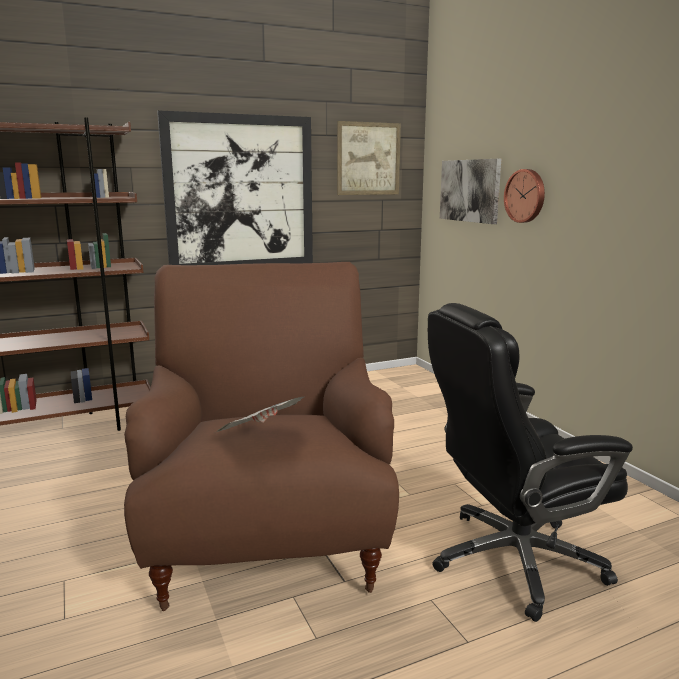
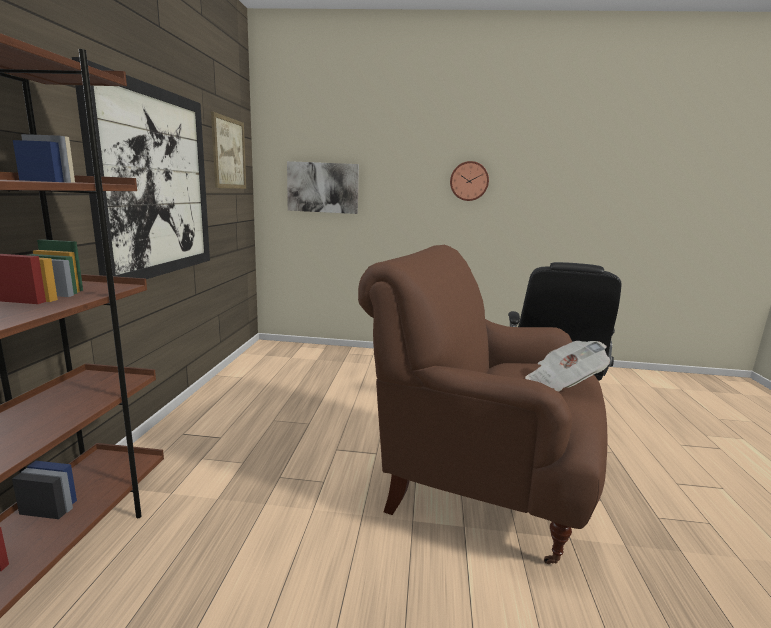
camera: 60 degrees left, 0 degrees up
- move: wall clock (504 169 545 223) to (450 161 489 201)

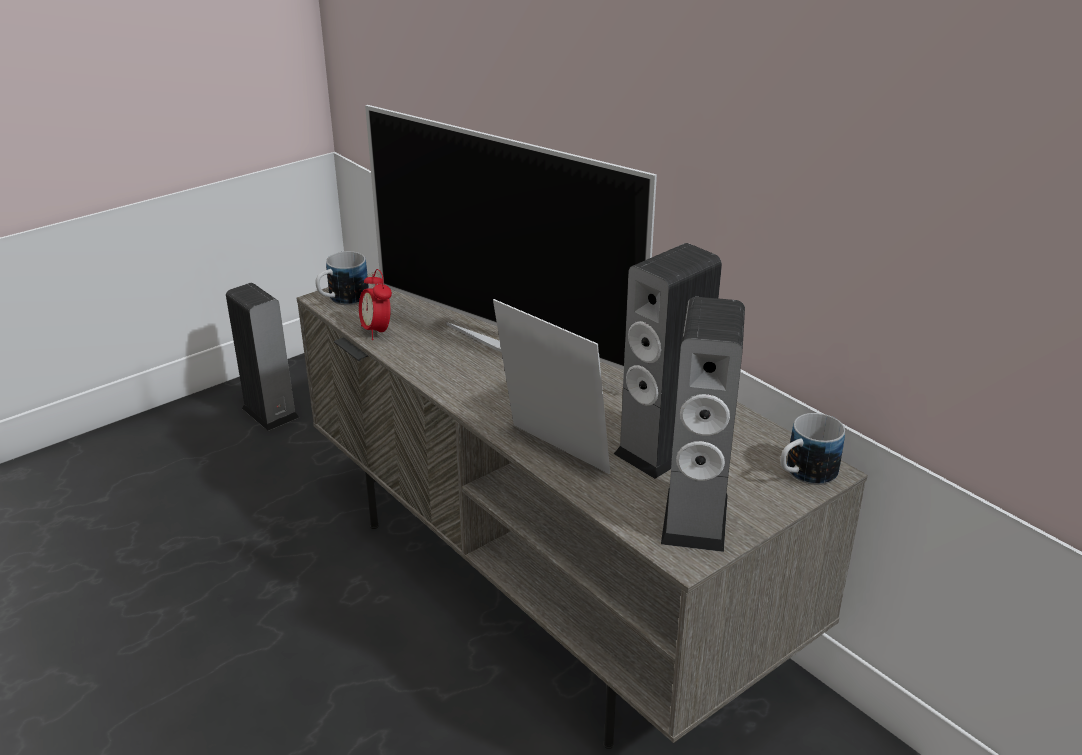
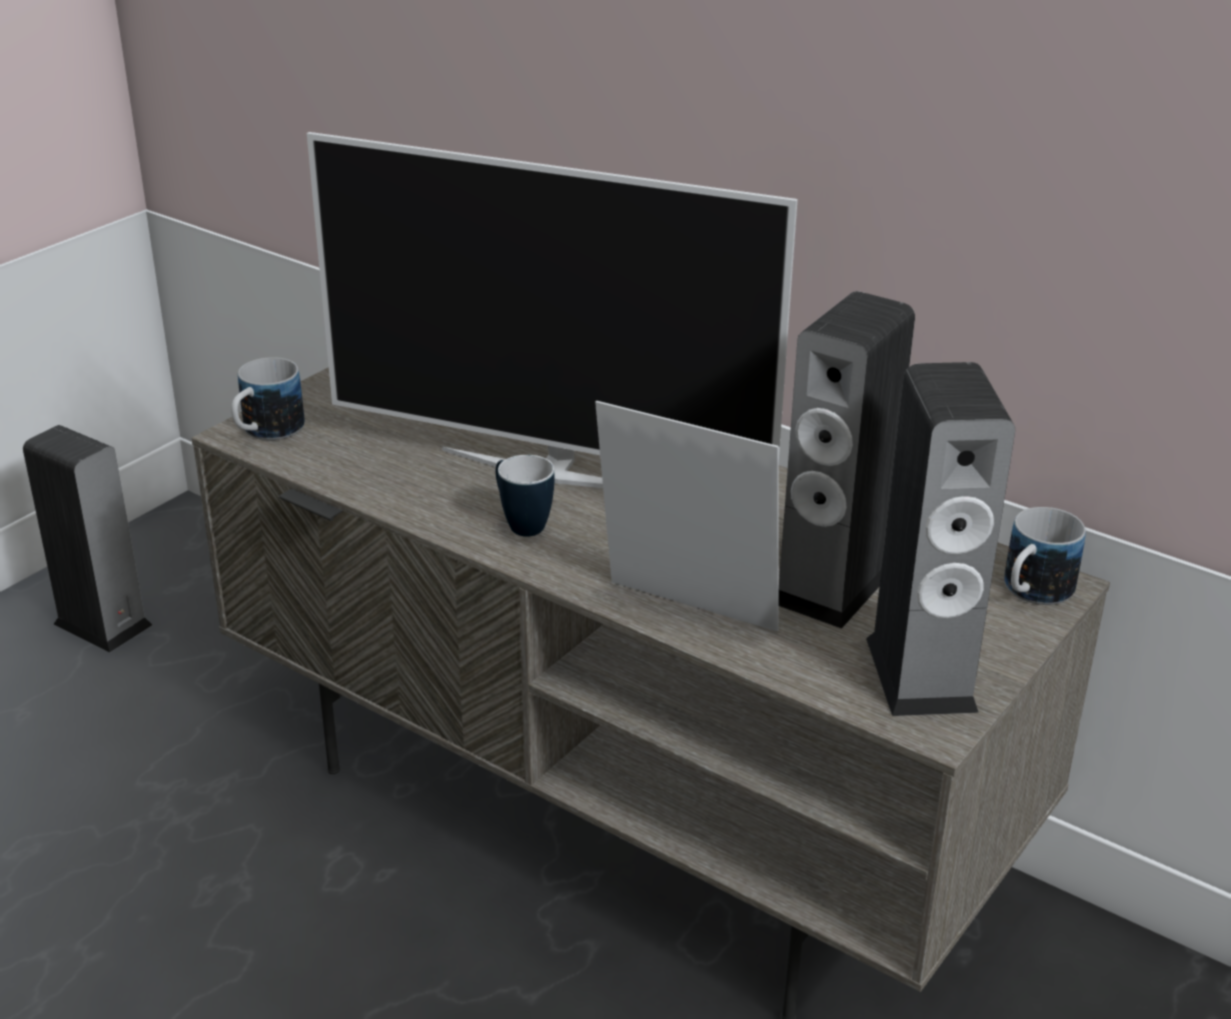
camera: 15 degrees left, 0 degrees up
- delete: alarm clock (359 269 392 340)
- insert: mug (496 455 555 537)

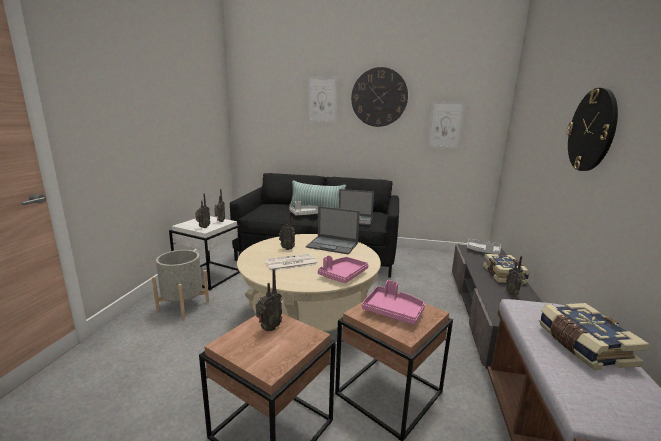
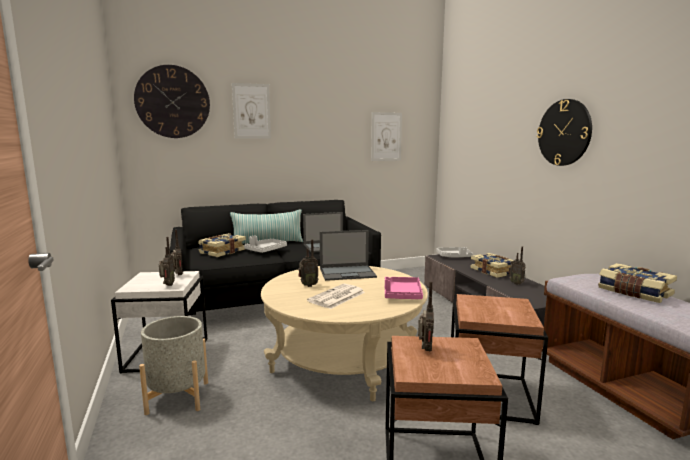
camera: 30 degrees left, 5 degrees down
- move: wall clock (351 67 408 127) to (134 65 210 138)
- delete: tray (pink) (362 280 425 325)
- insert: book (198 233 246 257)

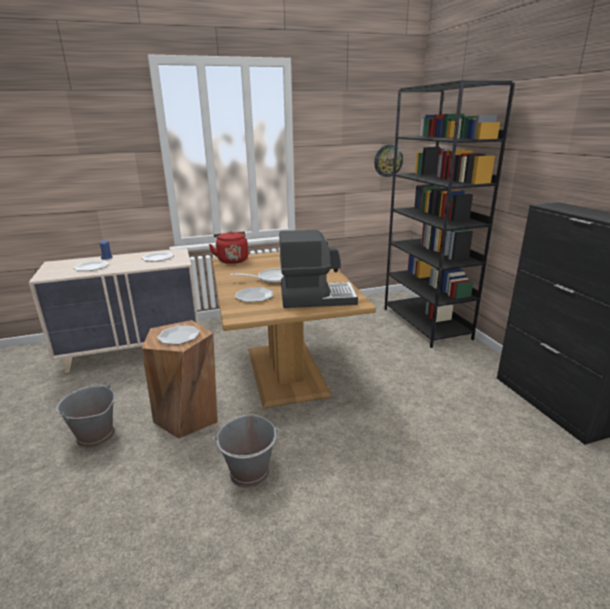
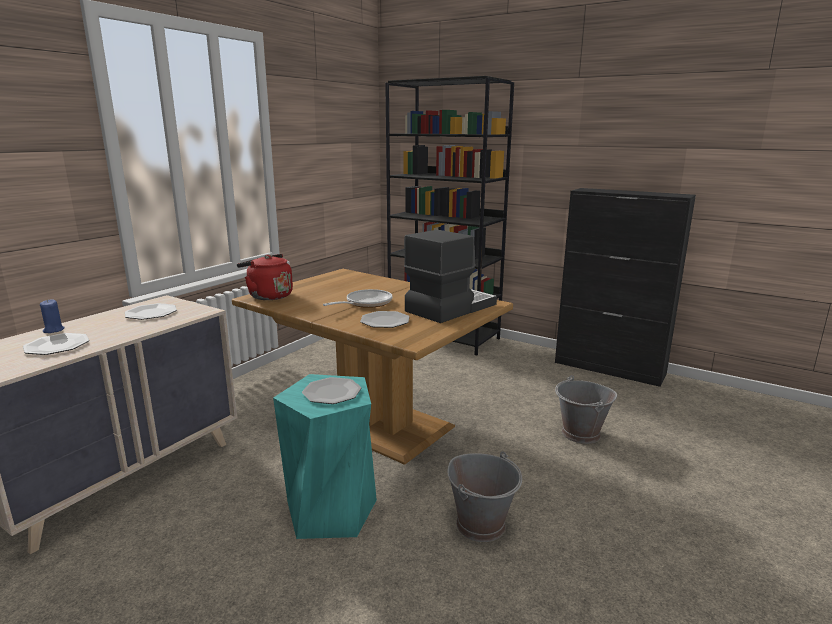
camera: 40 degrees left, 5 degrees down
- delete: wall clock (374 145 403 177)
- recolor: stool (brown) (141 320 218 439) to stool (turquoise) (273 374 377 539)
- move: bucket (grey) (55 383 115 449) to (555 375 617 444)

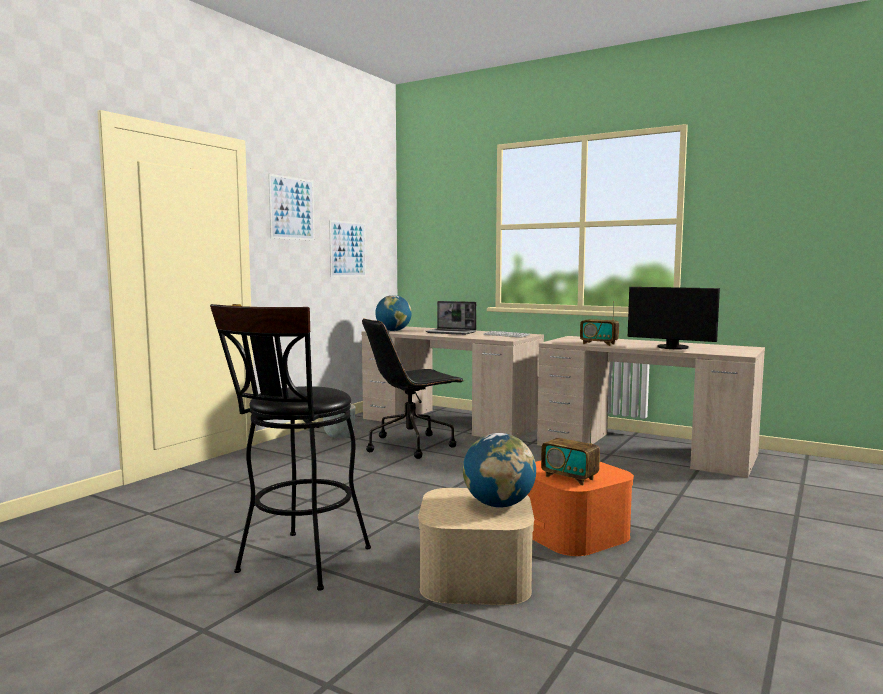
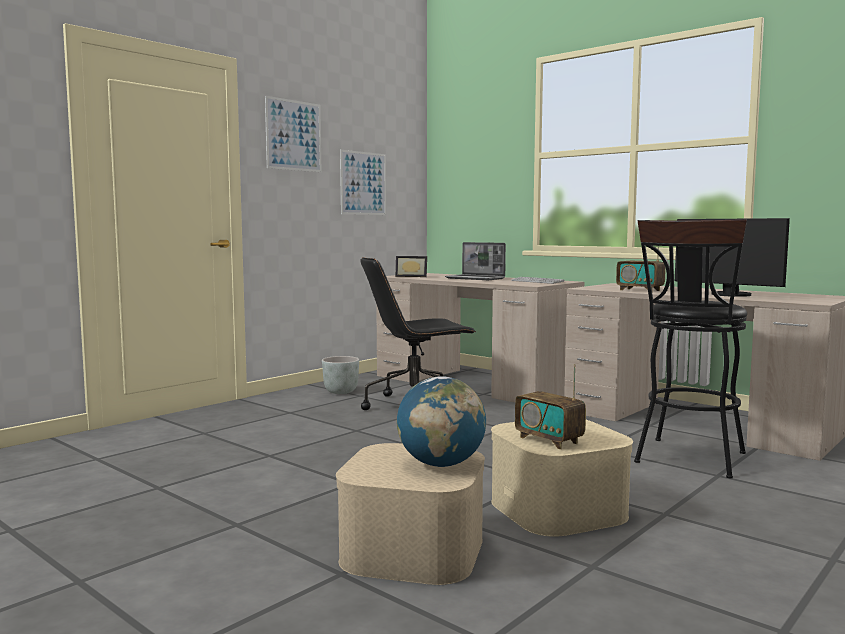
camera: 10 degrees right, 0 degrees up
- replace: globe (375 295 412 331) to picture frame (395 256 427 277)
- move: stool (black) (210 304 371 591) to (634 219 747 478)
- recolor: storage box (orange) (528 461 634 556) to storage box (beige) (491 420 633 537)

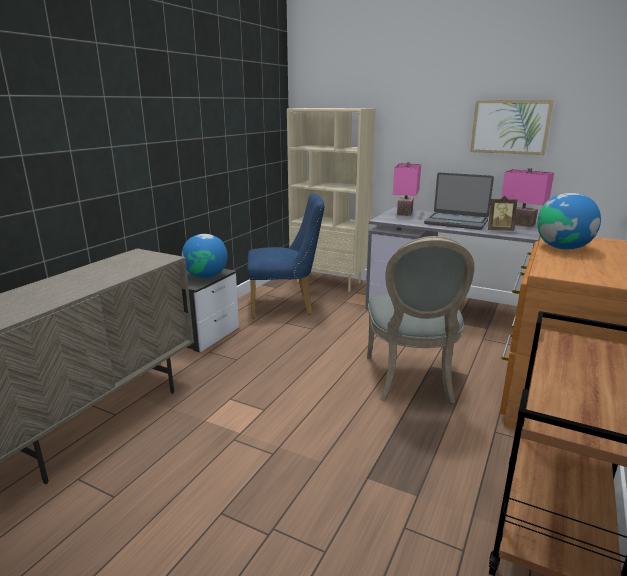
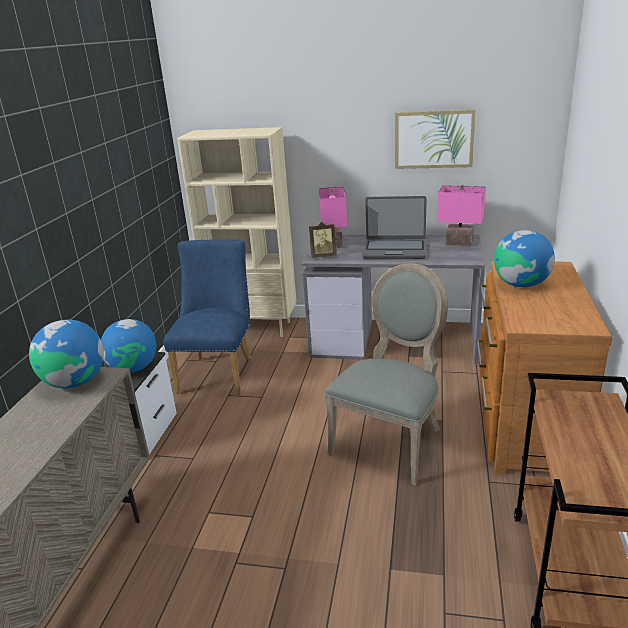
camera: 15 degrees left, 5 degrees up
- rotate: chair (blue) (247 194 325 319) = (163 239 251 395) 60 degrees counterclockwise
- move: picture frame (488 196 518 231) to (309 222 337 258)
- rotate: chair (grey) (367 236 475 403) = (324 263 448 486) 135 degrees counterclockwise
- insert: globe (29 320 104 388)

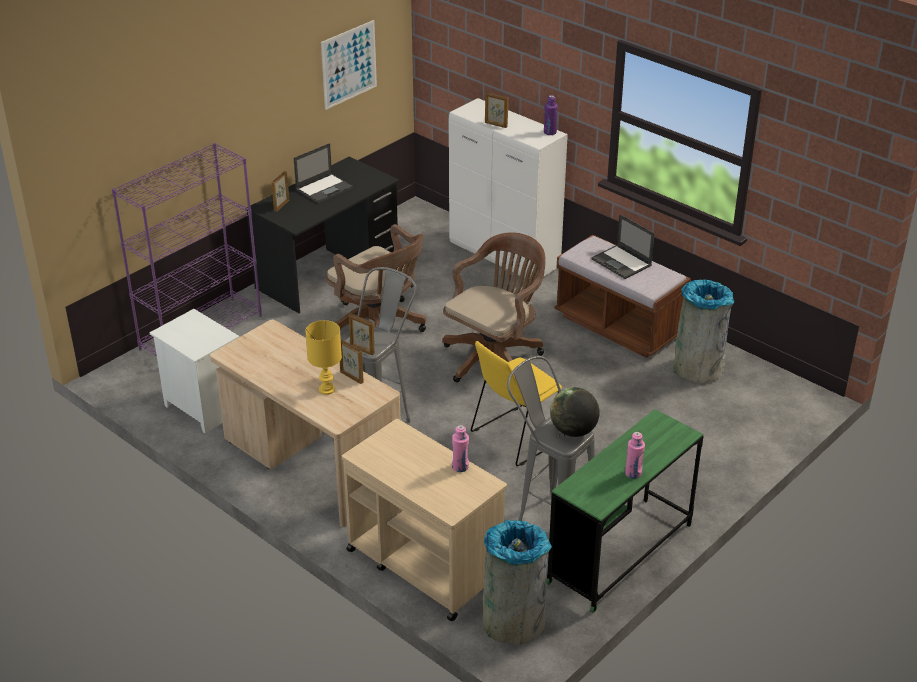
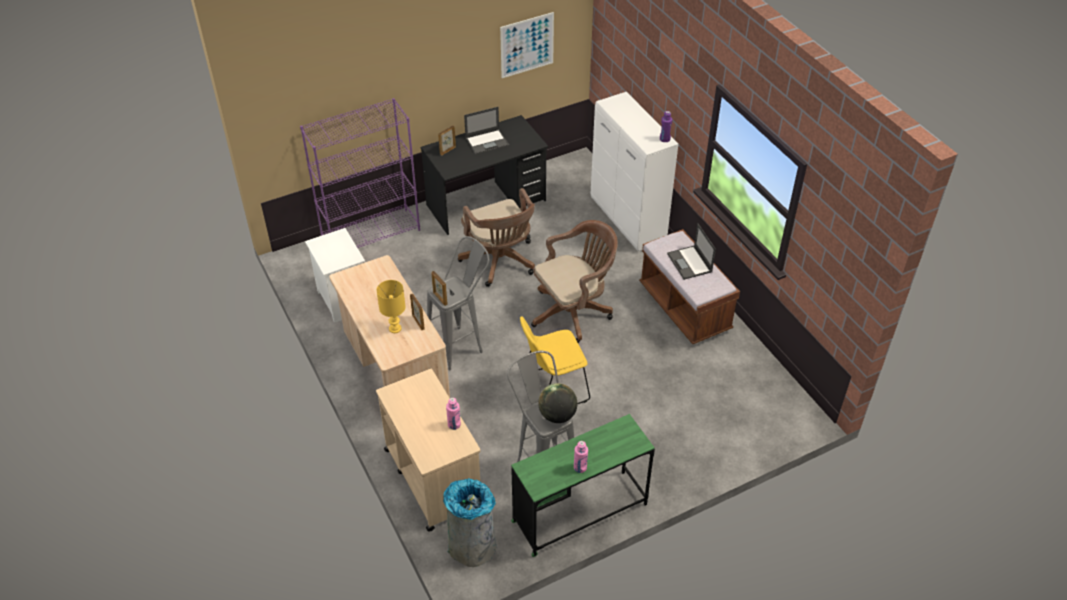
camera: 20 degrees right, 10 degrees up
- delete: picture frame (485 92 508 128)
- delete: trash can (grey) (673 279 734 383)

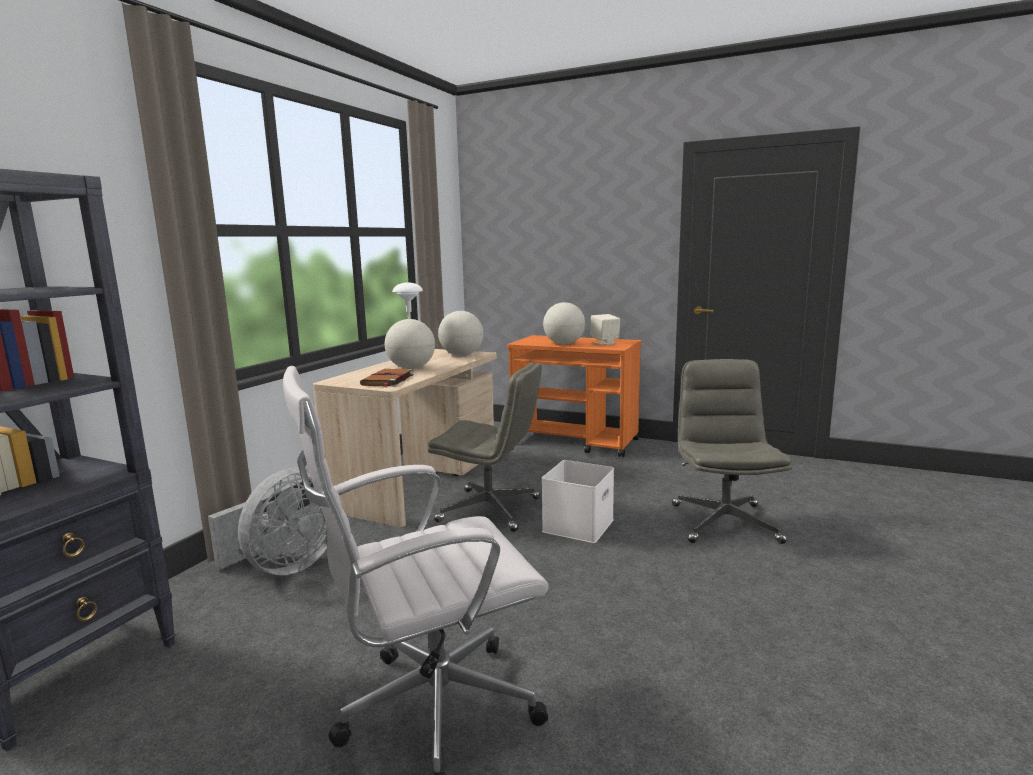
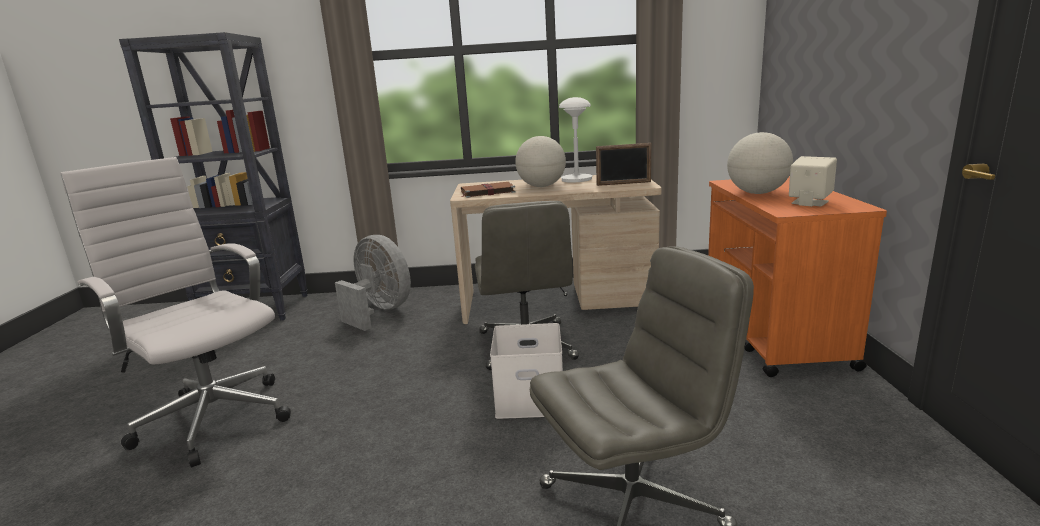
camera: 65 degrees right, 5 degrees up
- replace: globe (438 311 483 356) to picture frame (596 143 651 186)
- rotate: fan (grey) (208 468 327 575) = (335 235 411 331) 150 degrees counterclockwise

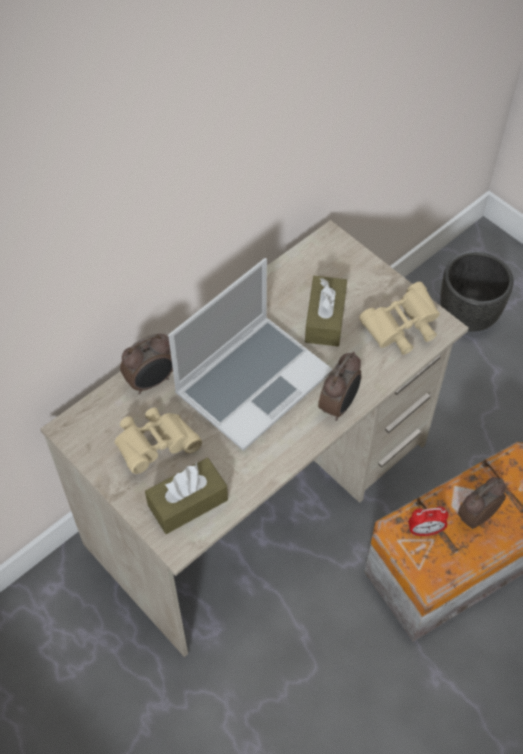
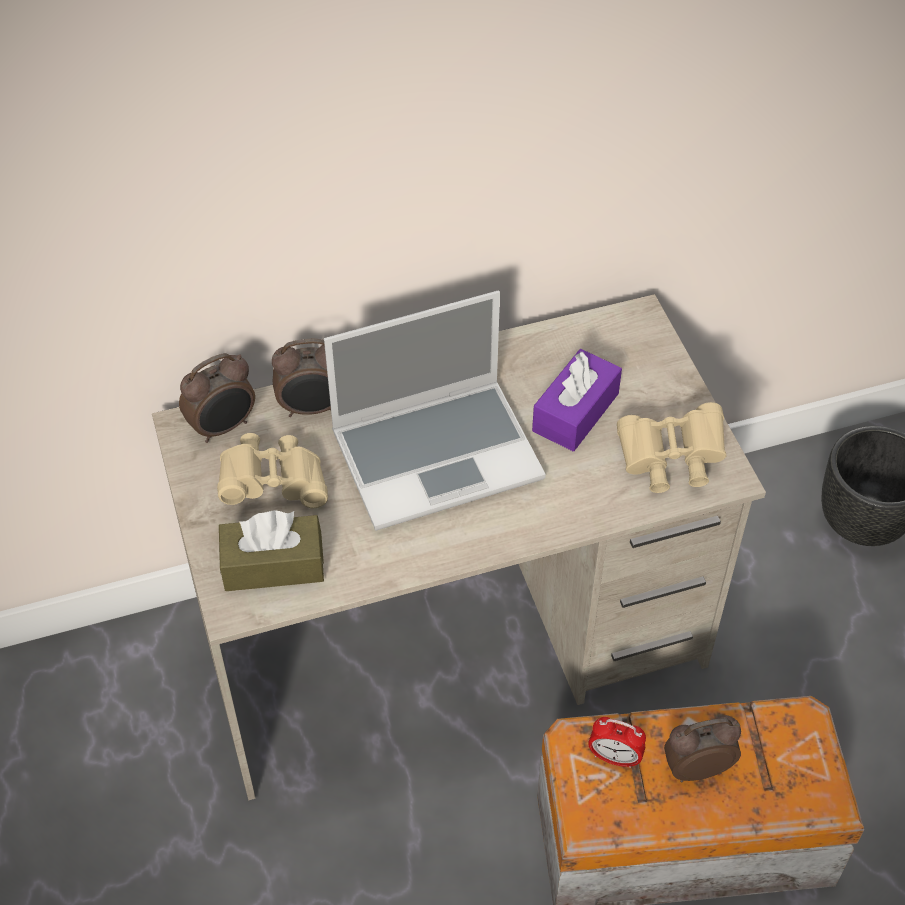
camera: 25 degrees right, 5 degrees down
- recolor: tissue box (brown) (305 276 347 347) to tissue box (purple) (532 349 622 451)
- move: alarm clock (318 352 361 421) to (179 353 255 443)

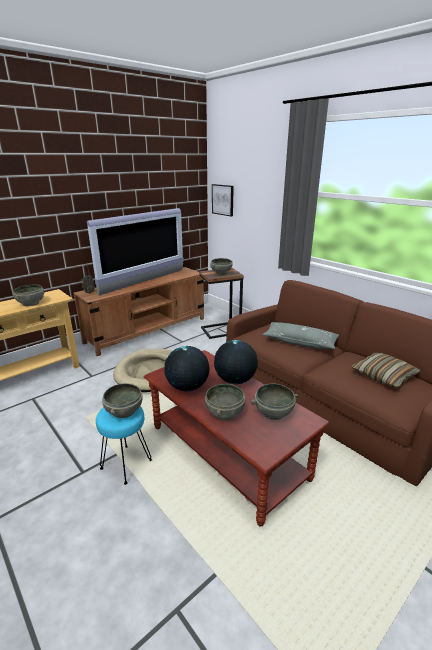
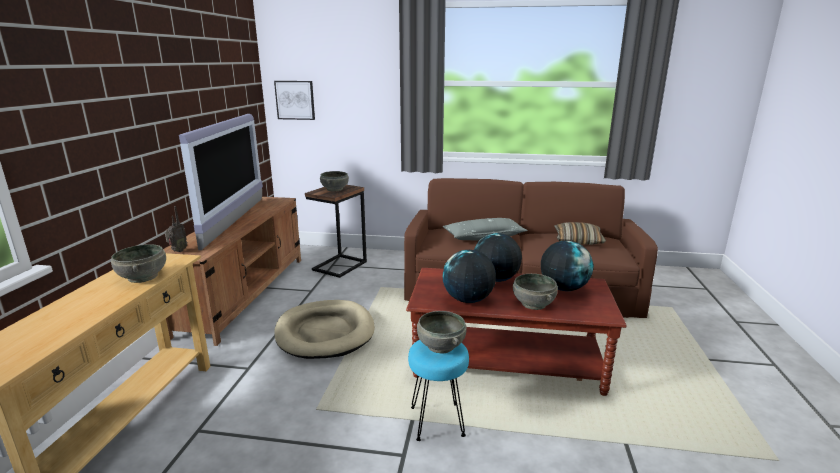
camera: 40 degrees left, 5 degrees down
- replace: bowl (grey) (251 384 299 420) to globe (541 240 593 291)

